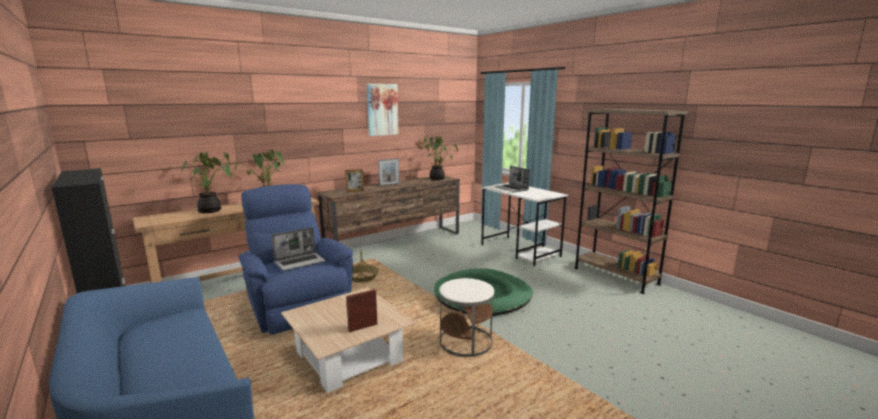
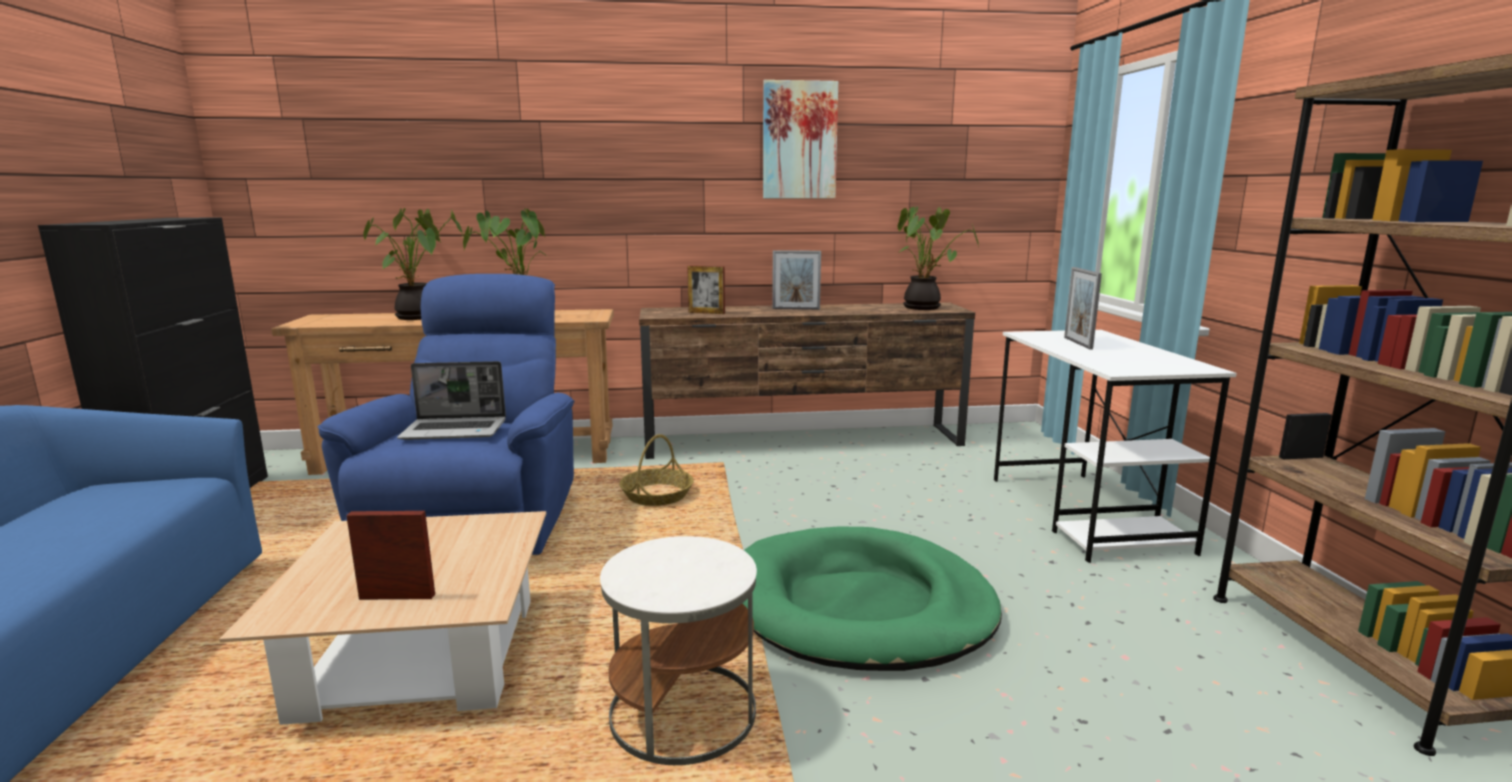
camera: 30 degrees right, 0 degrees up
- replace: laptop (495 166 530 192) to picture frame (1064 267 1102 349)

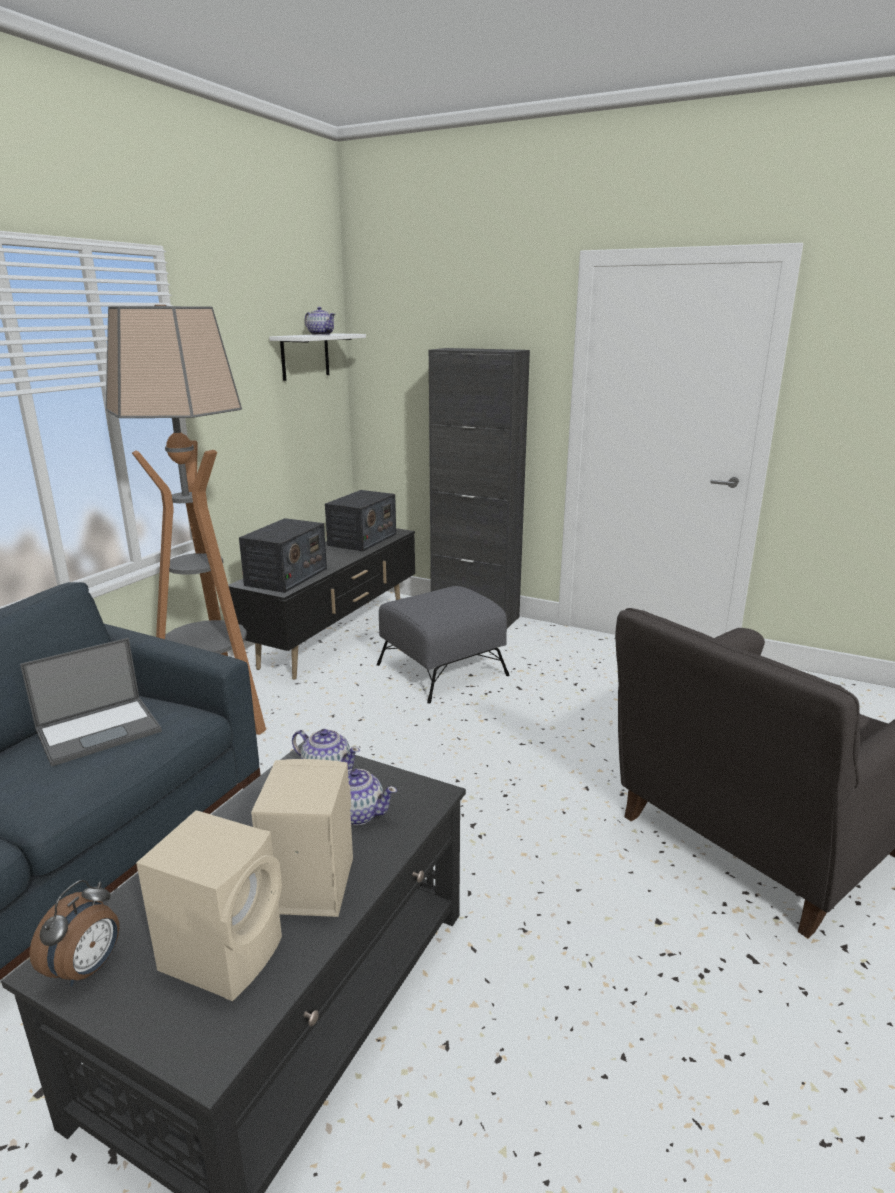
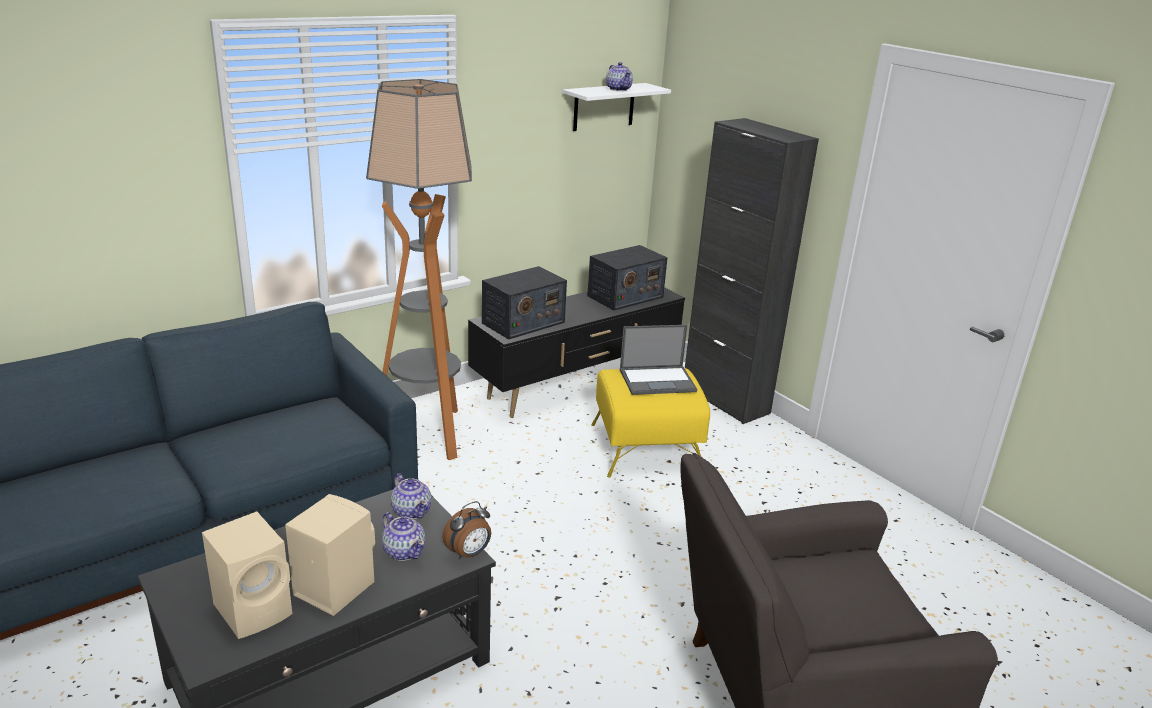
camera: 25 degrees right, 5 degrees up
- recolor: ottoman (grey) (377 586 510 704) to ottoman (yellow) (591 368 710 477)
- move: laptop (20 638 162 767) to (620 325 697 395)
- move: alarm clock (29 880 119 987) to (442 501 491 560)

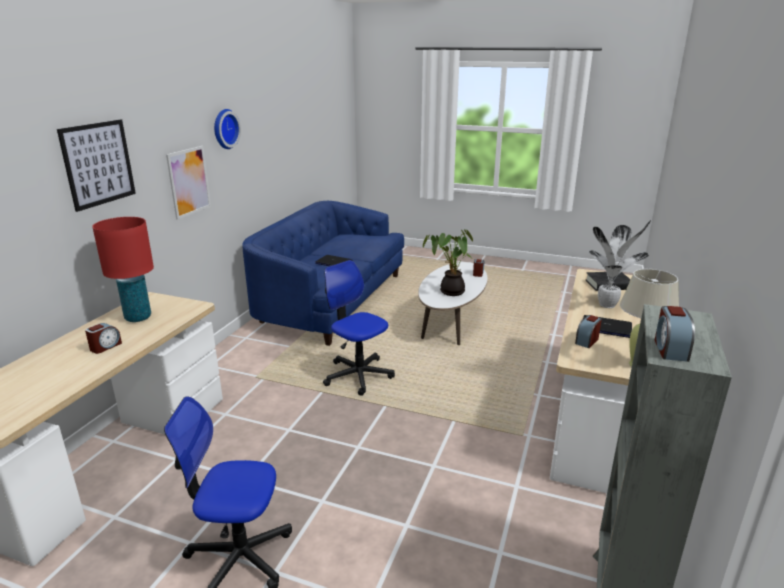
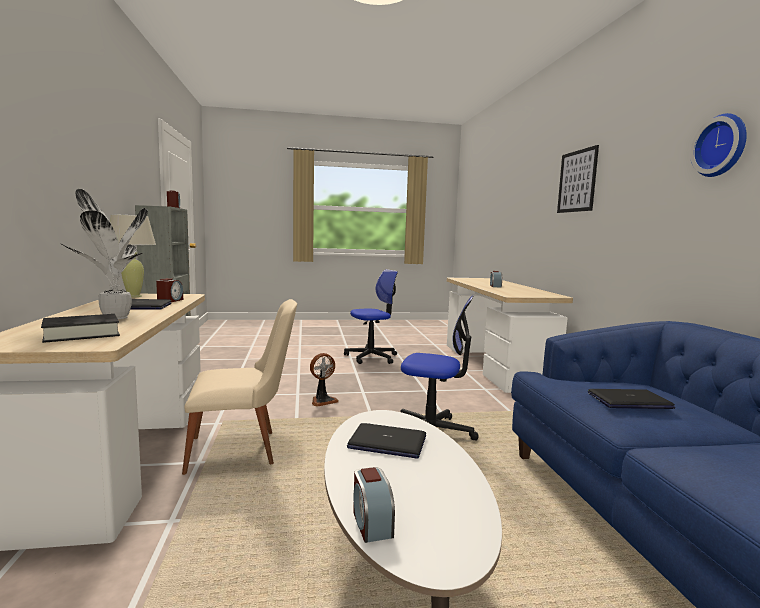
camera: 150 degrees right, 15 degrees down
- delete: picture (166 146 211 220)
- delete: table lamp (red) (92 217 154 322)
- replace: potted plant (423 229 473 296) to laptop (347 423 426 458)
- insert: chair (beige) (182 299 297 475)
- insert: fan (310 353 339 407)

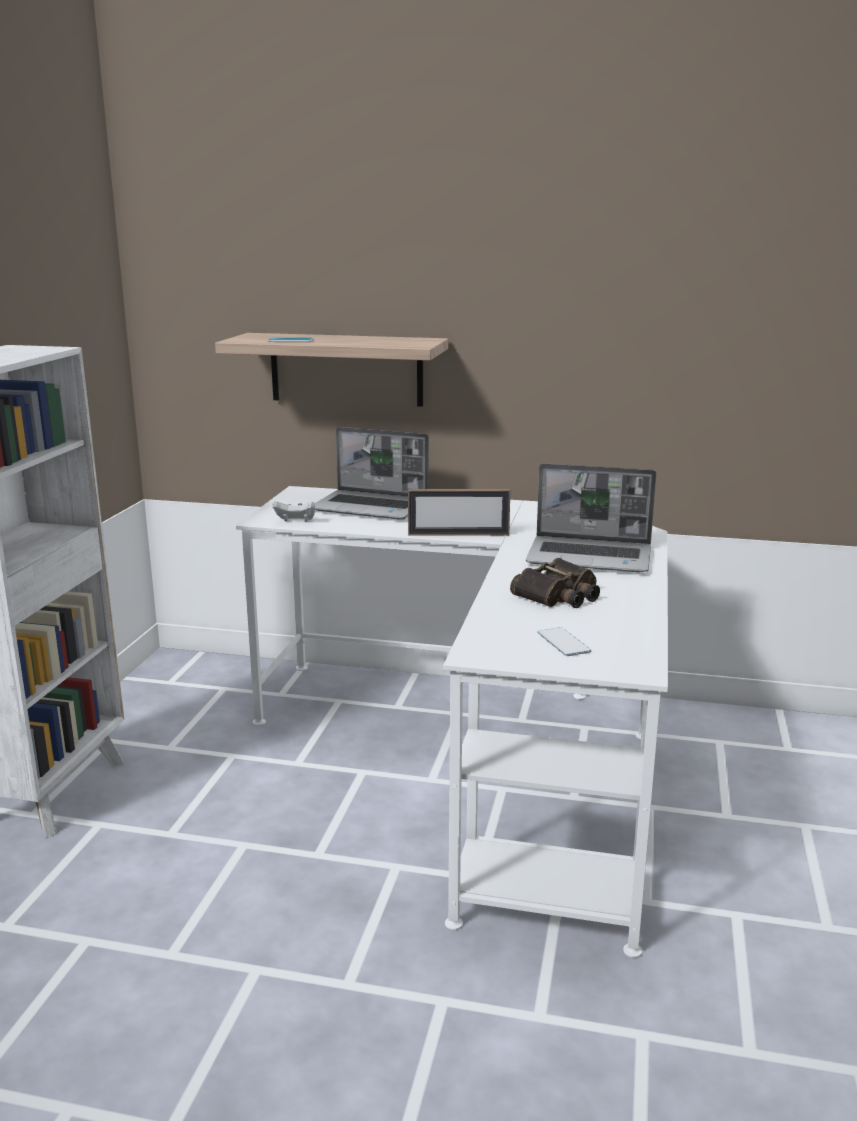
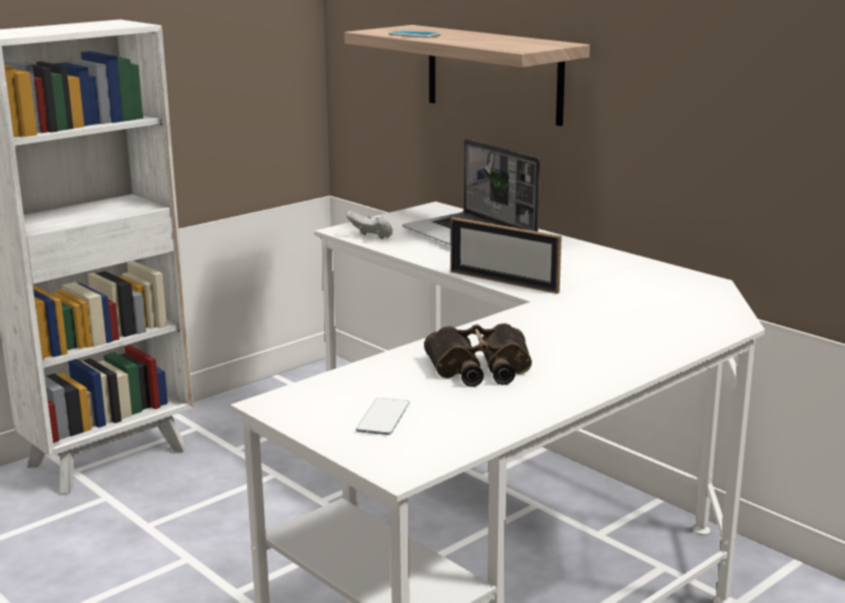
camera: 35 degrees right, 0 degrees up
- delete: laptop (526 463 656 572)

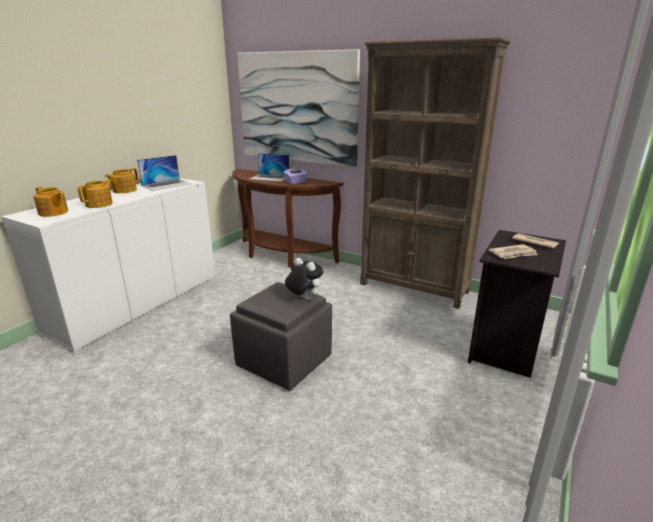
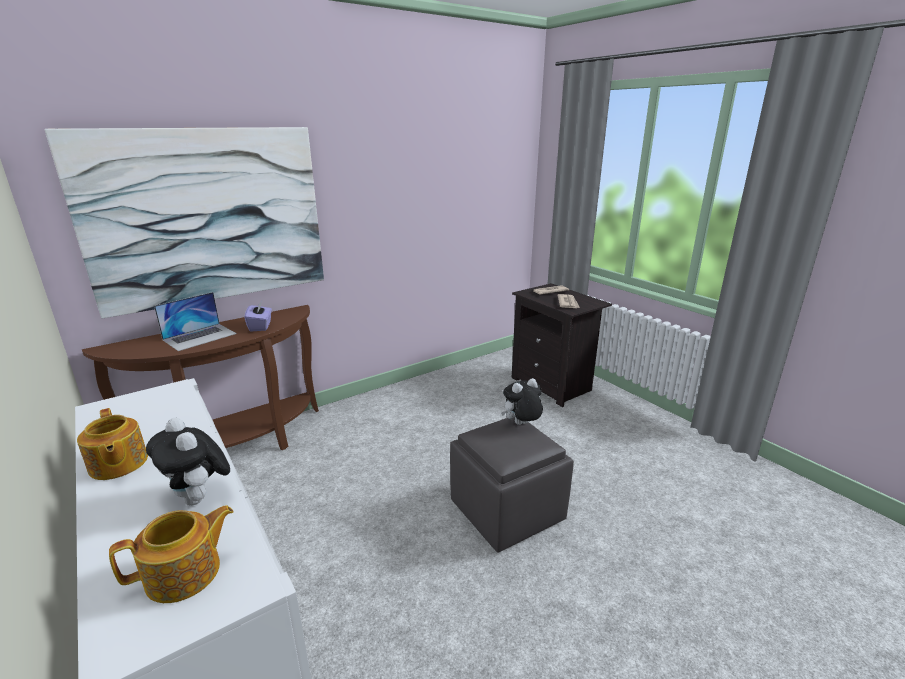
camera: 65 degrees left, 0 degrees up
- delete: bookcase (brown) (360 36 511 309)
- delete: laptop (137 155 191 191)
- replace: teapot (78 179 113 208) to plush toy (146 417 230 506)

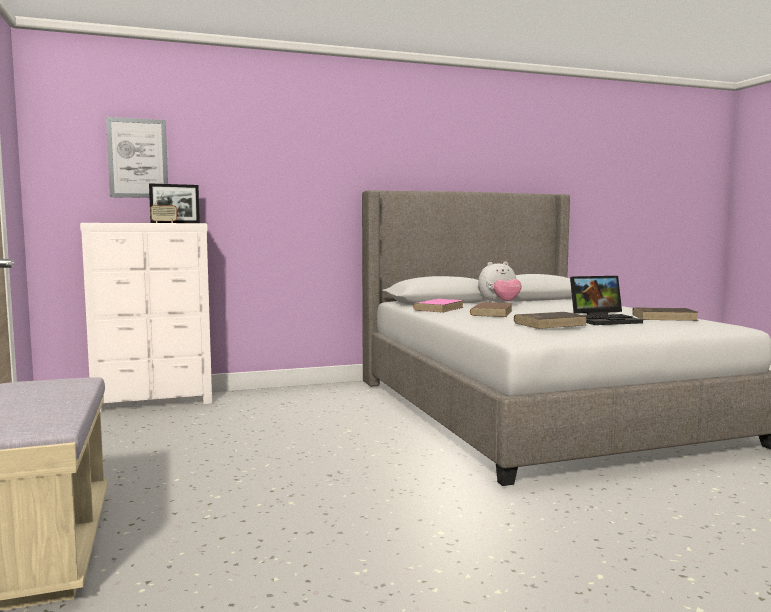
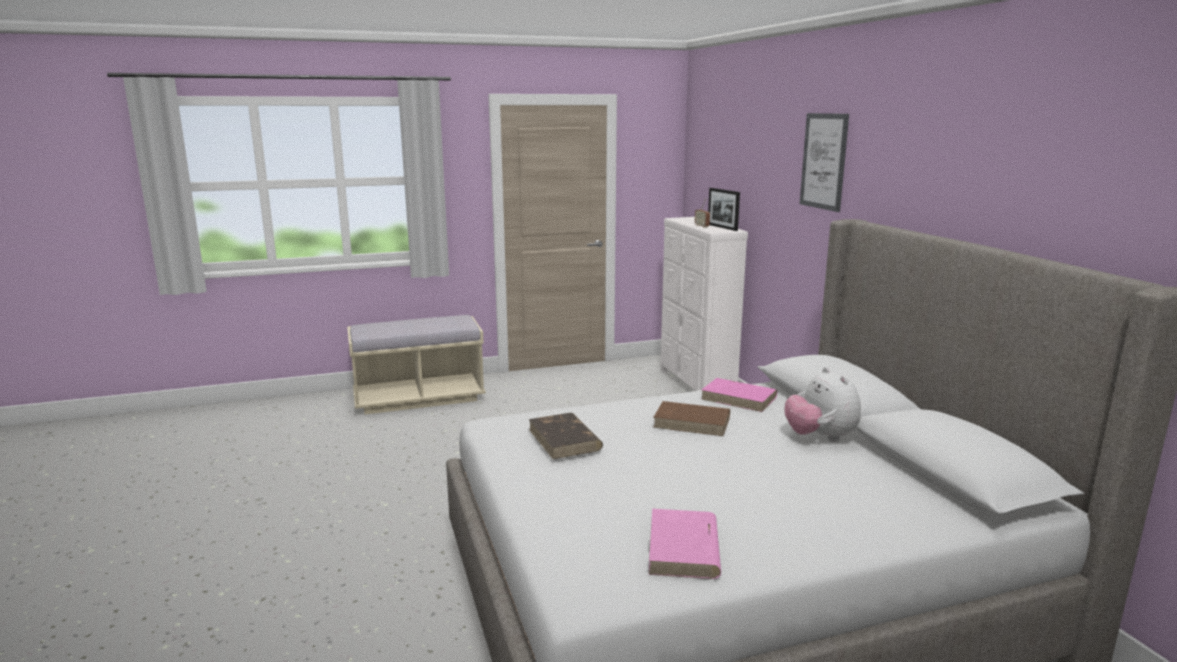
camera: 90 degrees right, 10 degrees up
- move: picture (106 117 168 198) to (800 113 849 212)
- delete: laptop (570 276 643 325)
- recolor: book (brown) (632 307 698 321) to book (pink) (649 509 721 579)

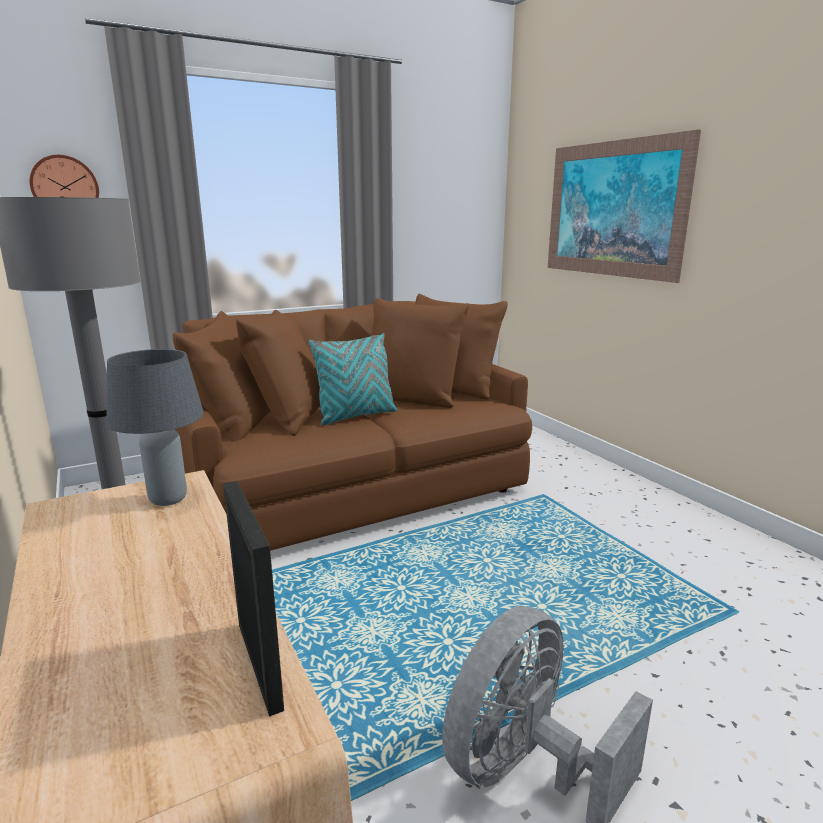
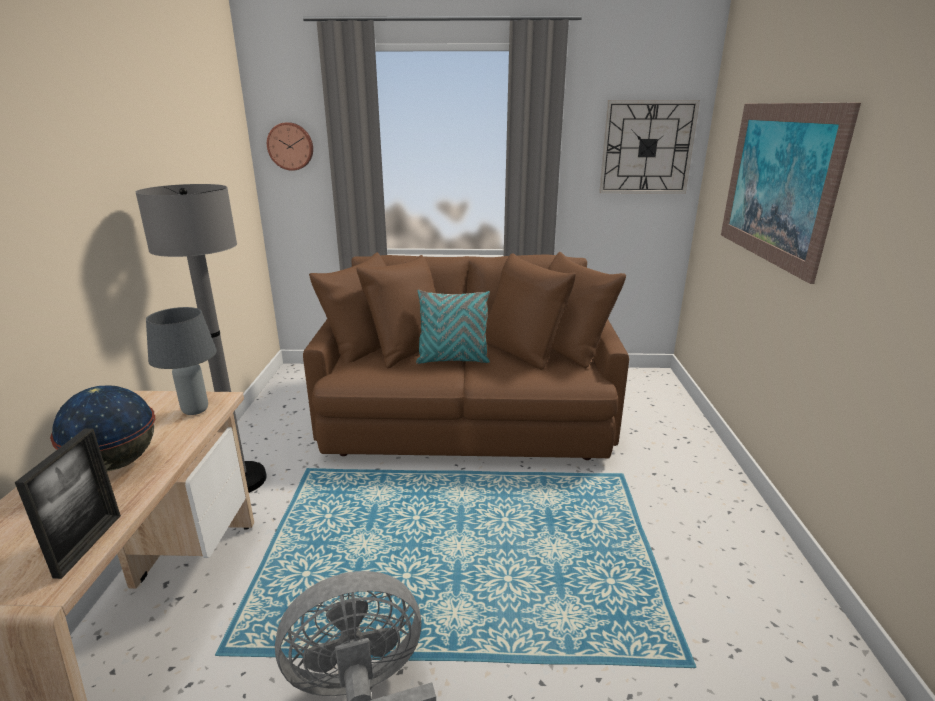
camera: 30 degrees right, 5 degrees up
- insert: wall clock (599 100 700 194)
- insert: globe (50 385 155 471)

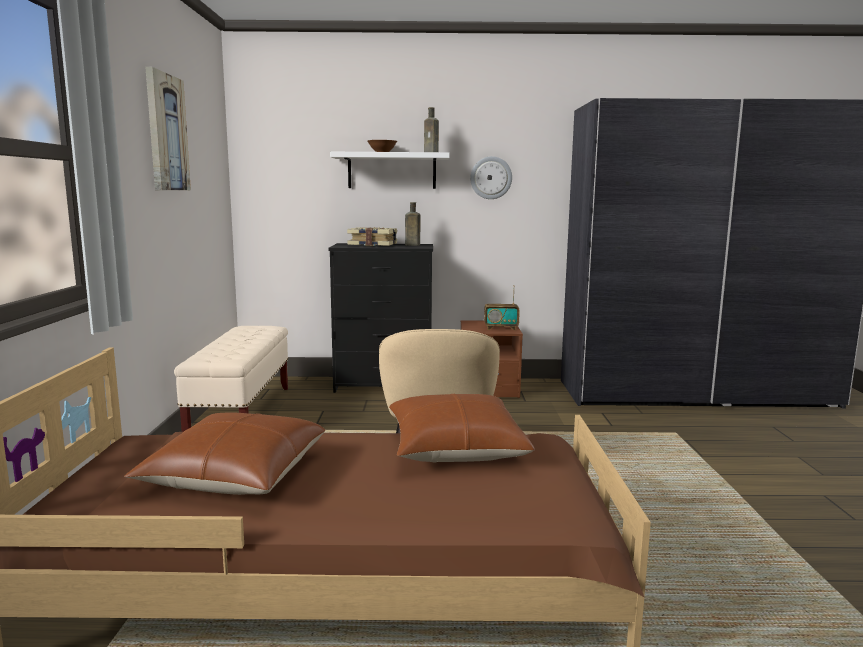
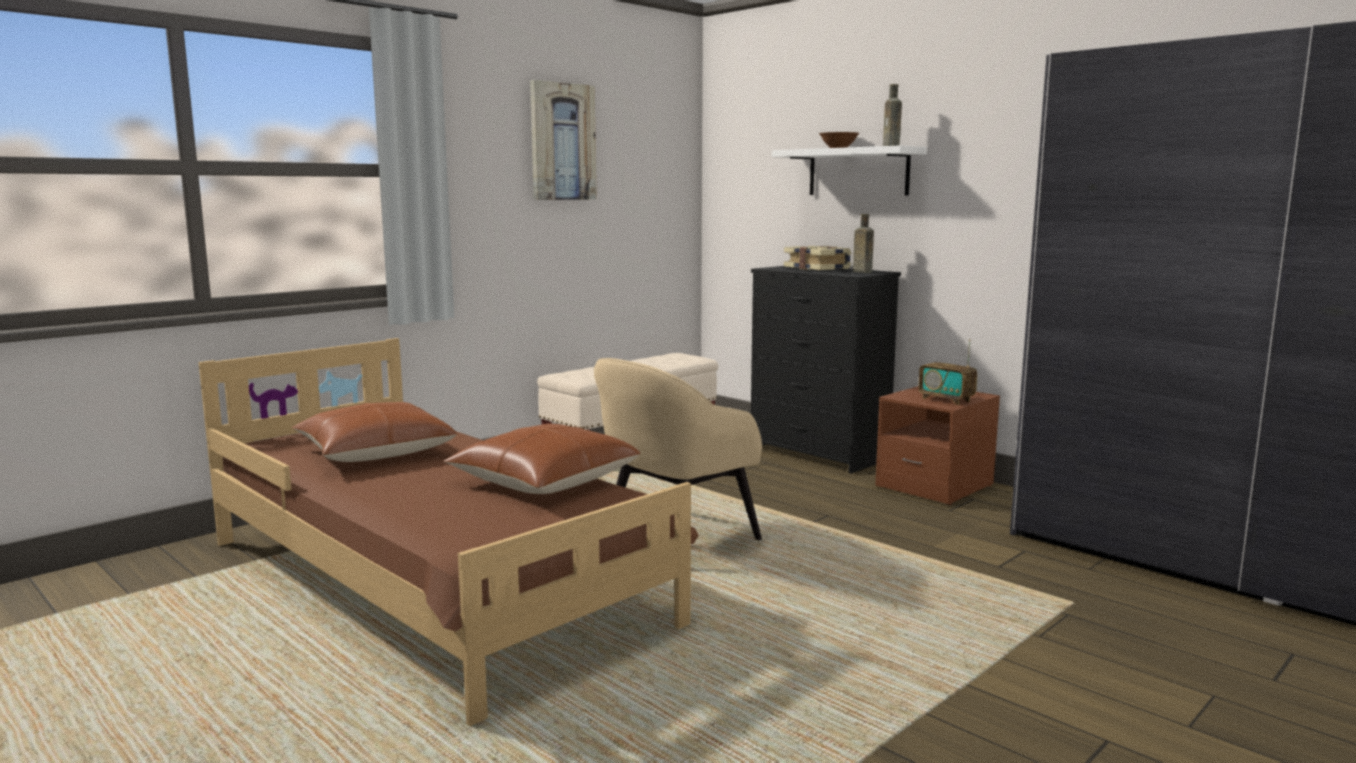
camera: 45 degrees right, 0 degrees up
- delete: wall clock (470 156 512 199)

